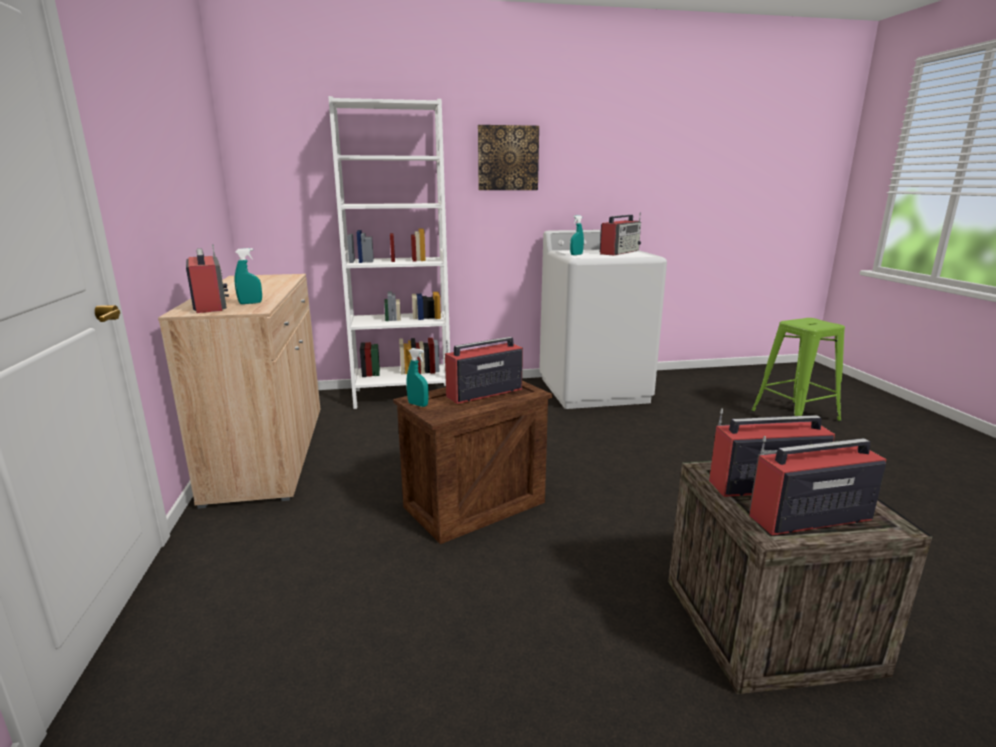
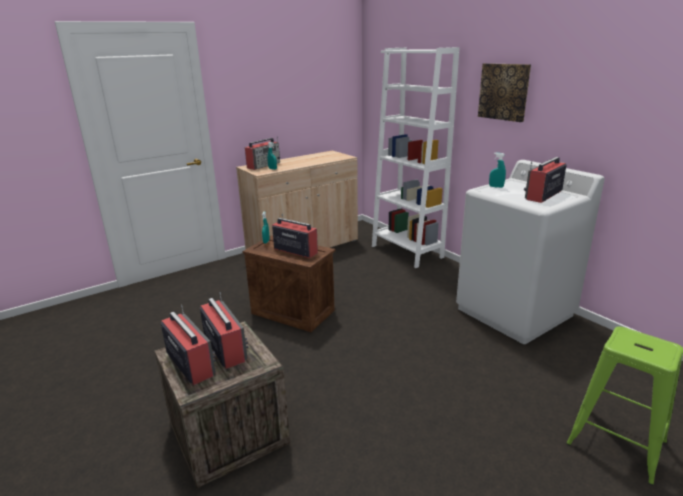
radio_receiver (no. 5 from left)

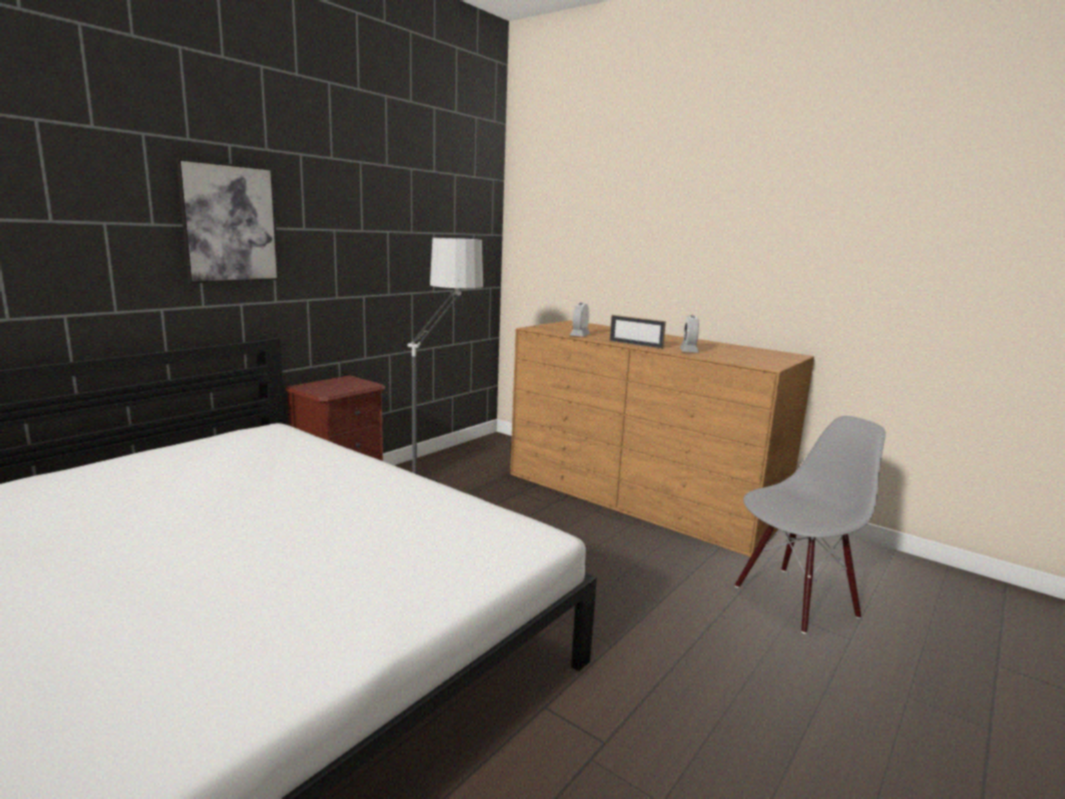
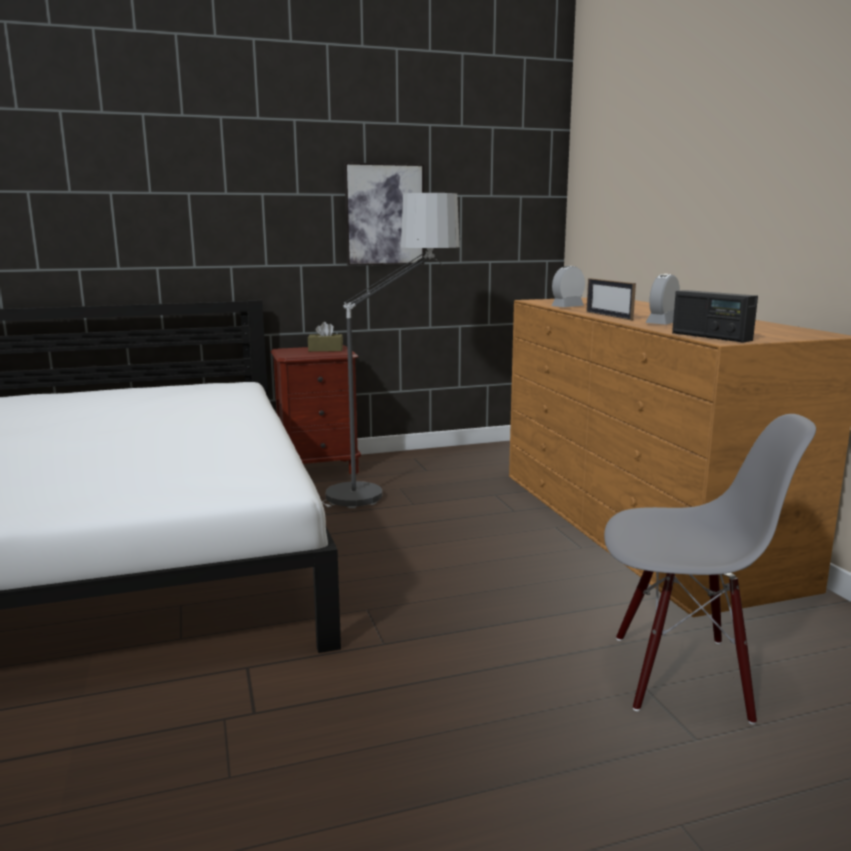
wall_picture; radio_receiver; brownish_tissue_holder

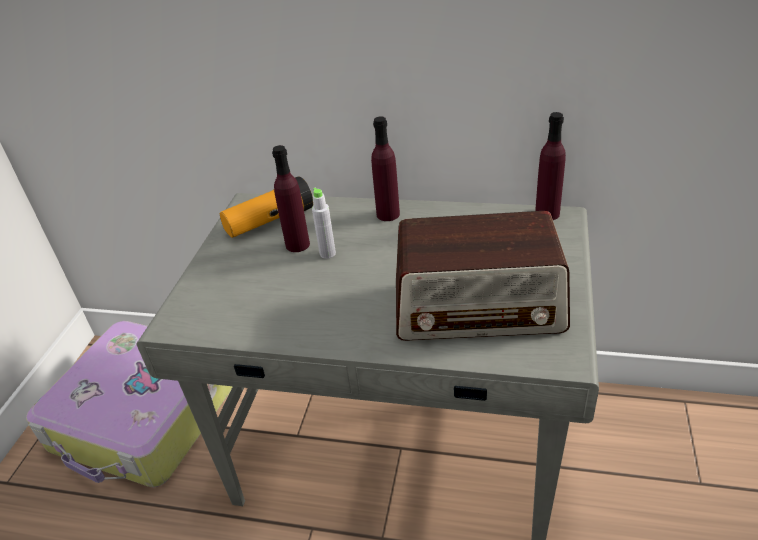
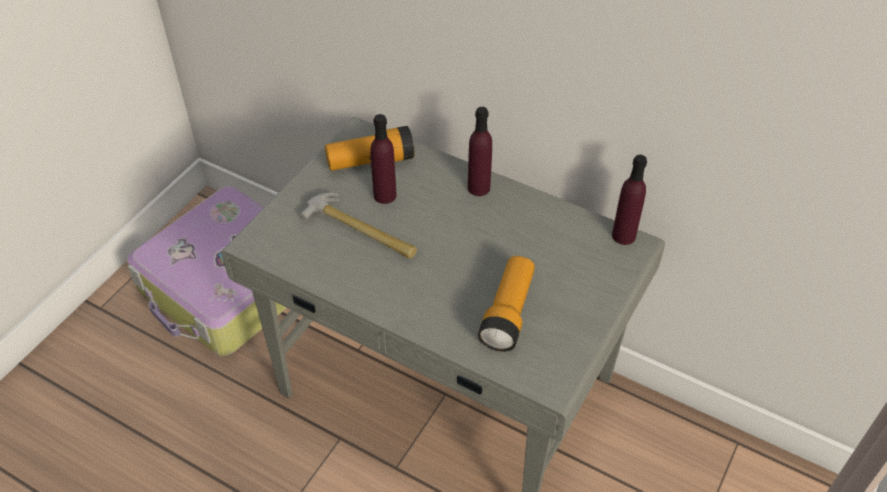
gray_bottle; flashlight (no. 2 from left); hand_hammer

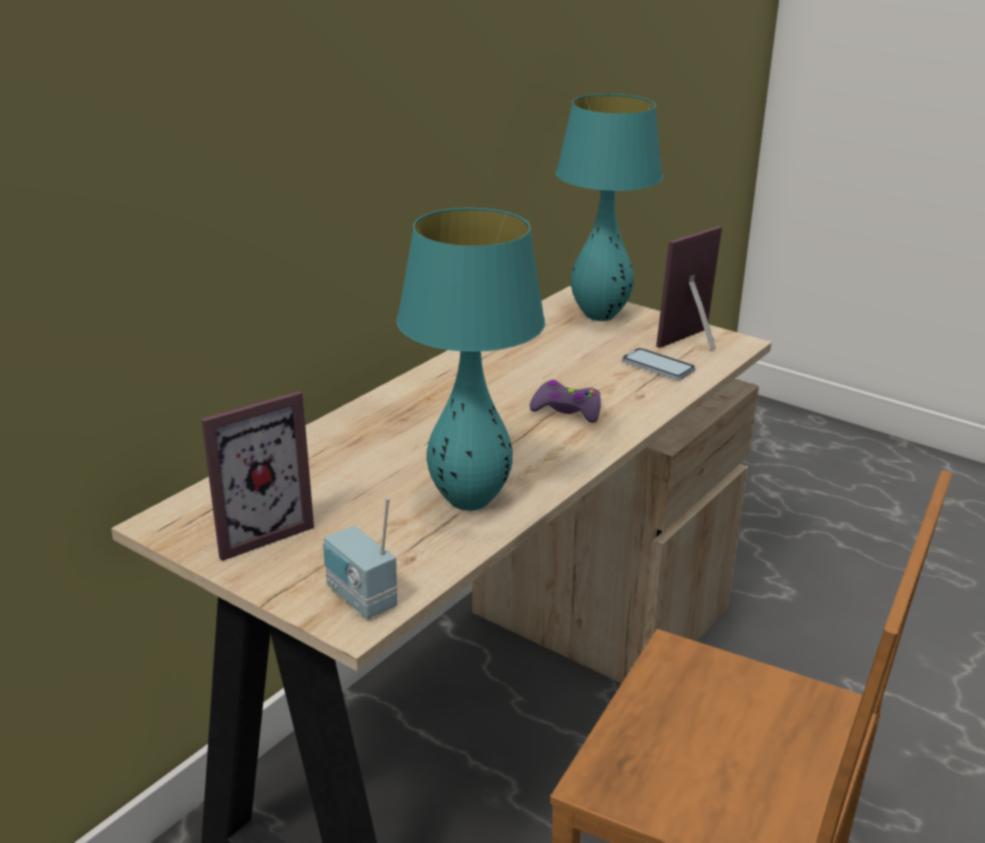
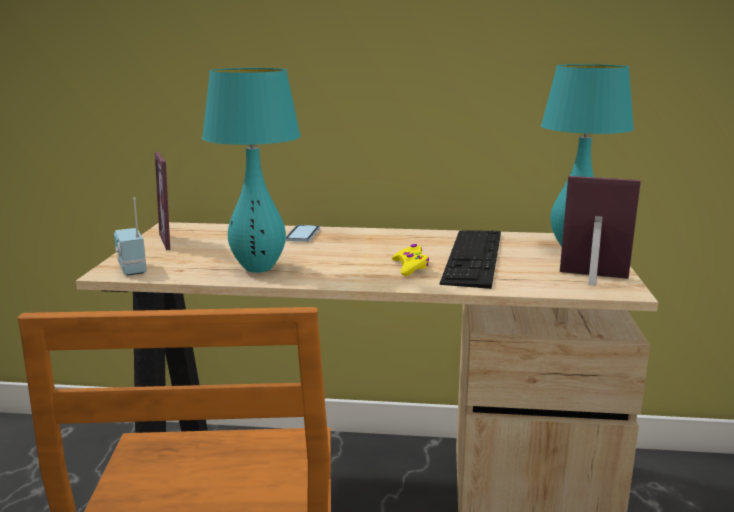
telephone; yellowish_game_controller; picture_frame (no. 1 from left); radio_receiver; PC_keyboard

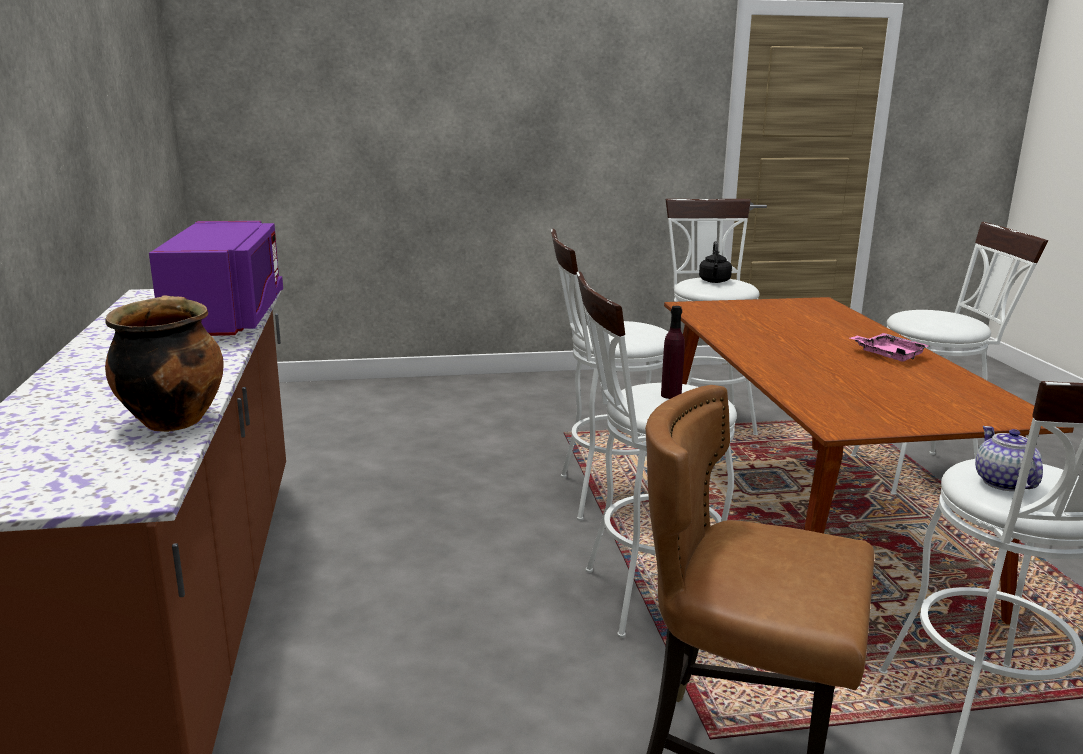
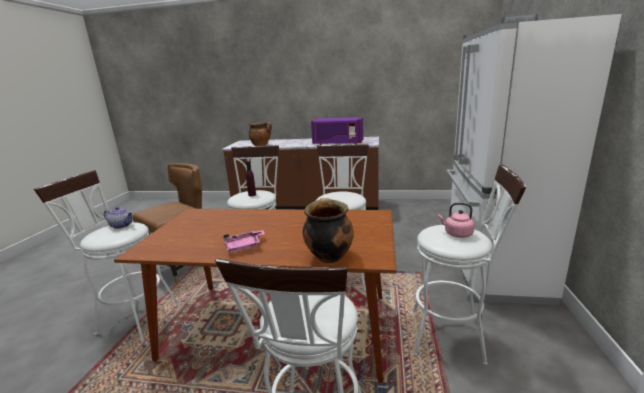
pink_tea_kettle; white_fridge; cooking_pot (no. 2 from left)

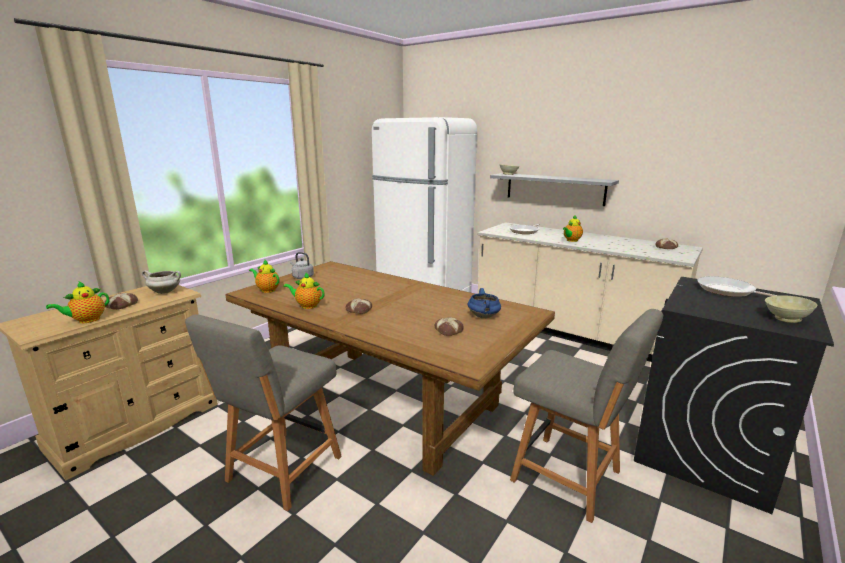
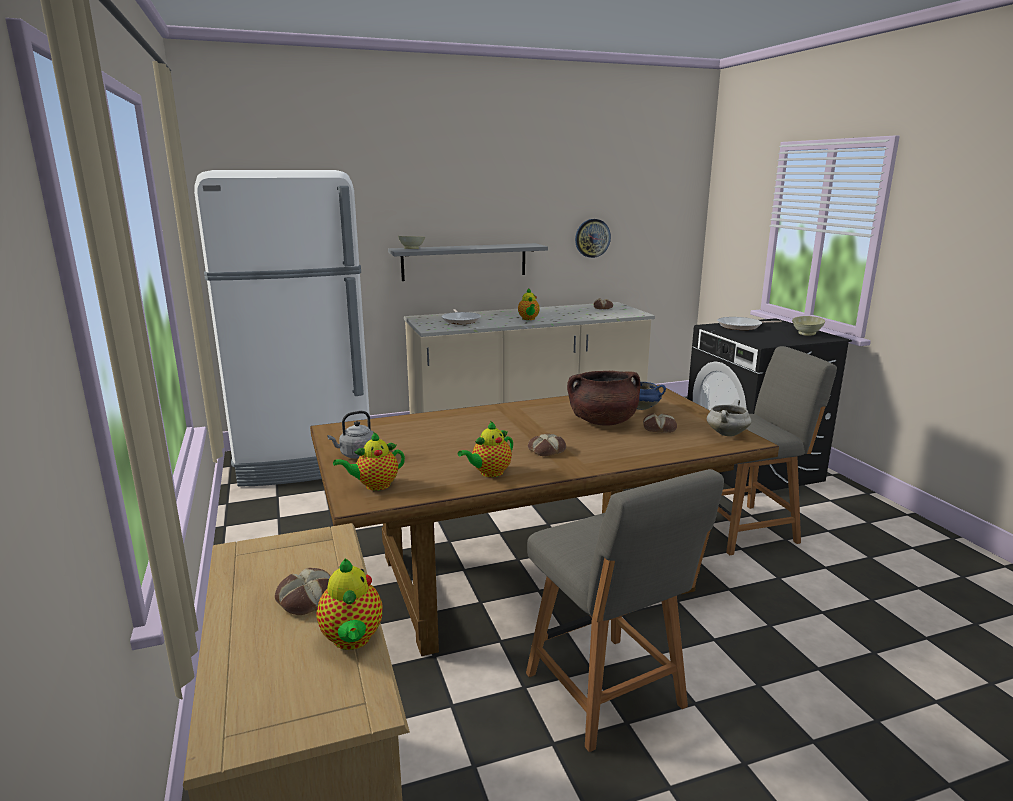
white_cooking_pot; hanging_clock; brownish_cooking_pot

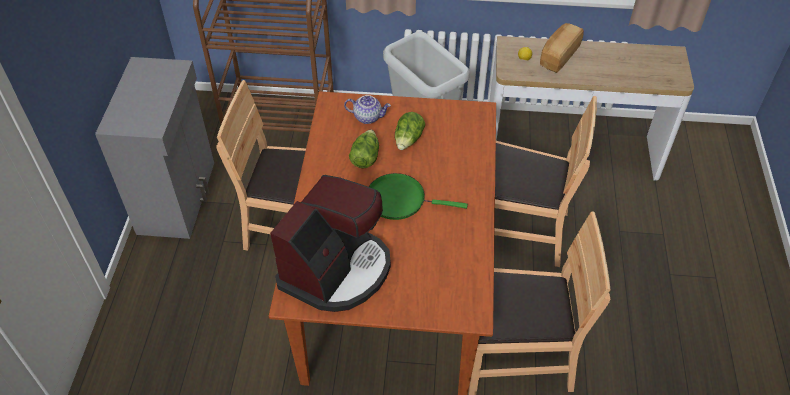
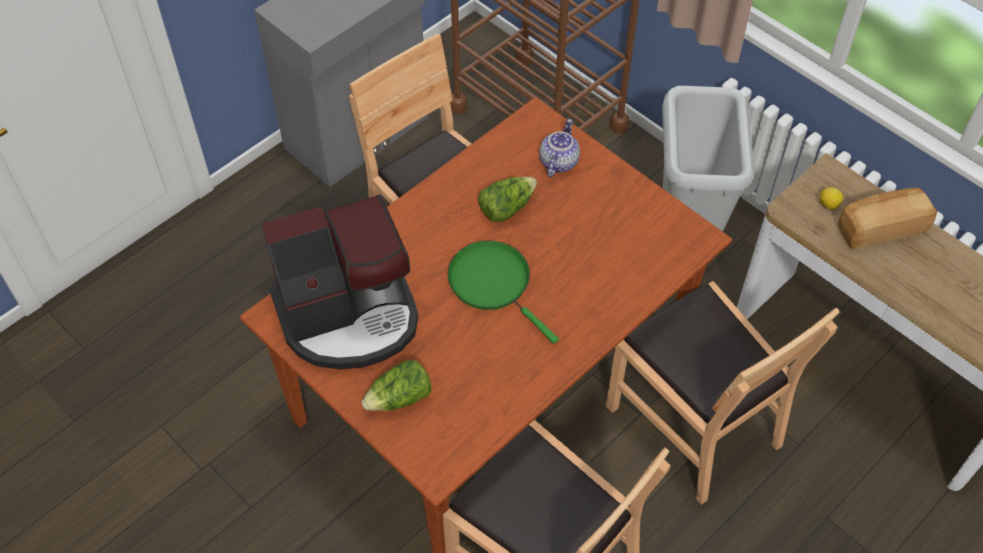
pot_for_tea; lettuce (no. 1 from left)

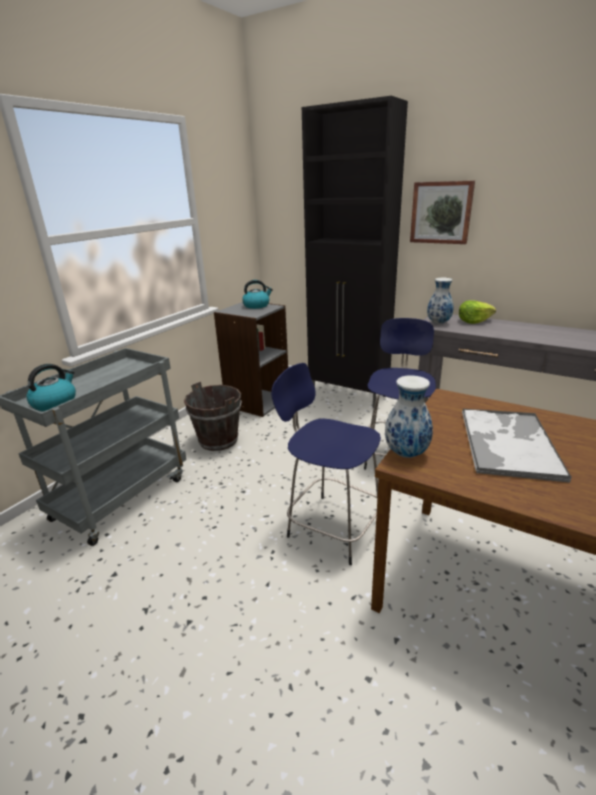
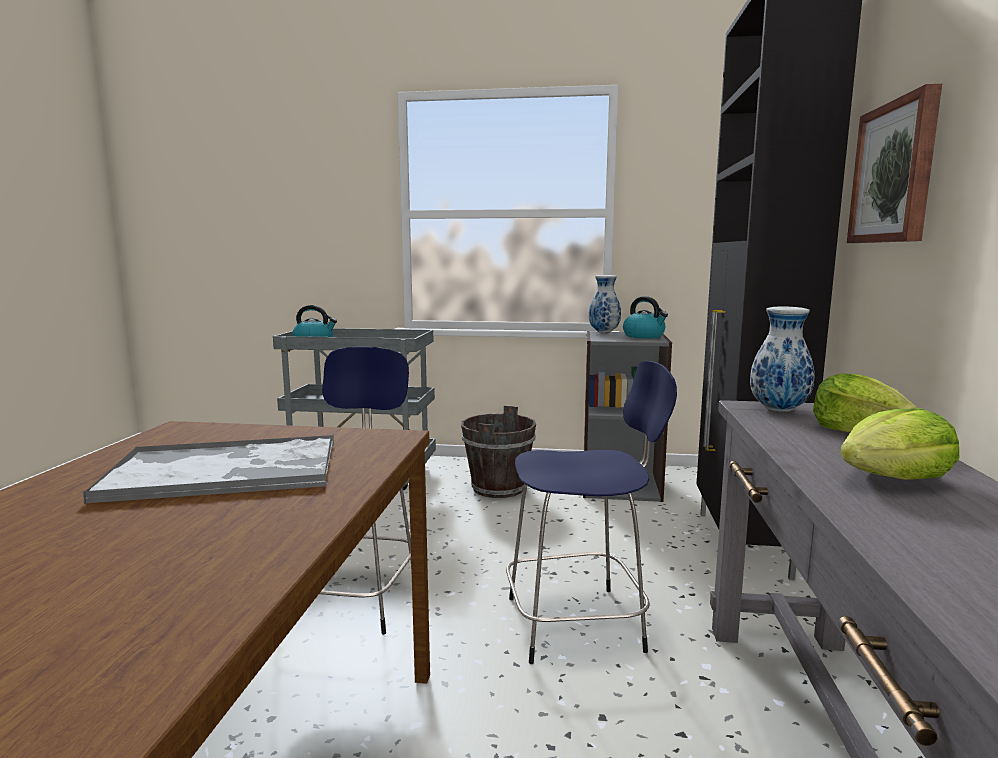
decorative_vase (no. 1 from left); lettuce (no. 2 from left)

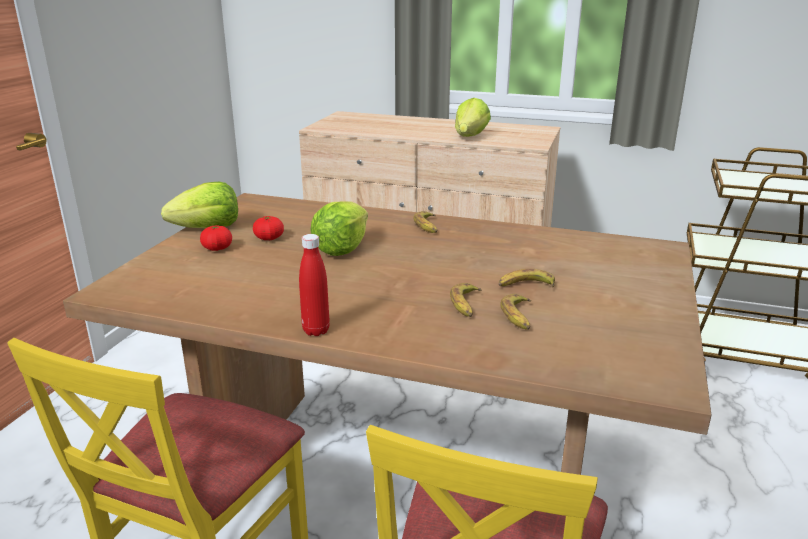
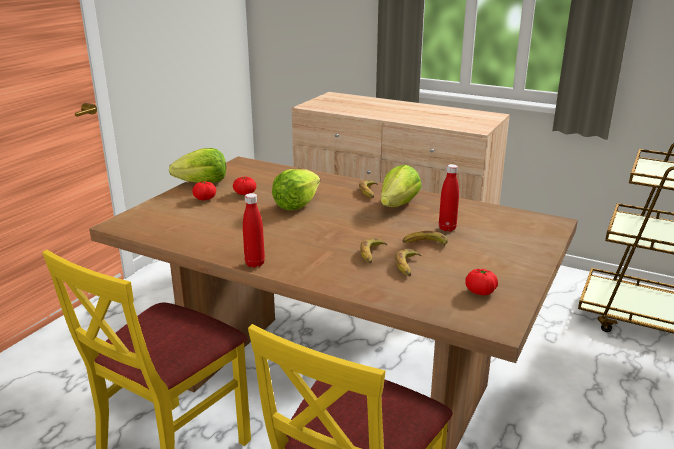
lettuce (no. 3 from left); red_bottle (no. 2 from left); whole_tomato (no. 3 from left)

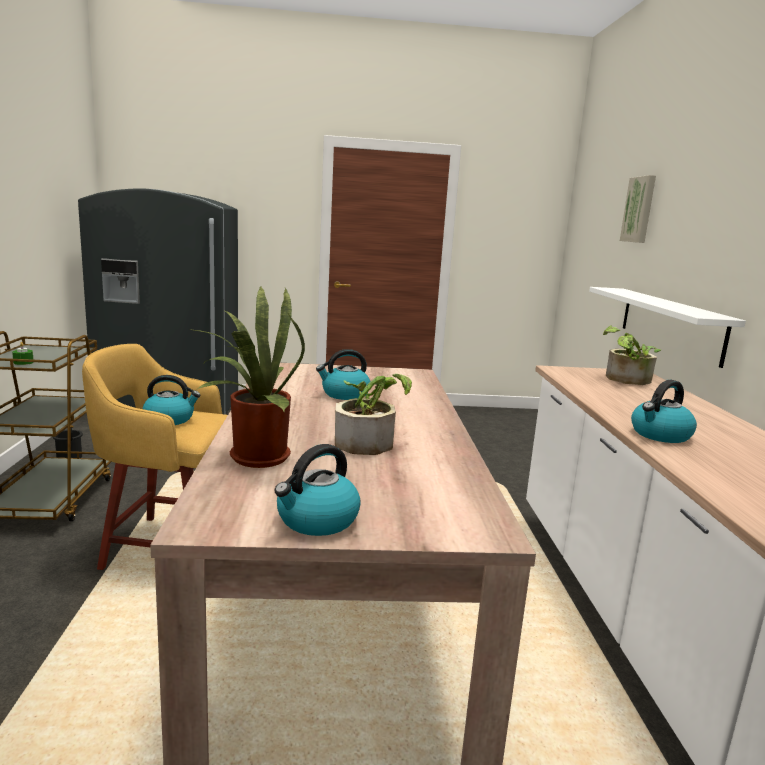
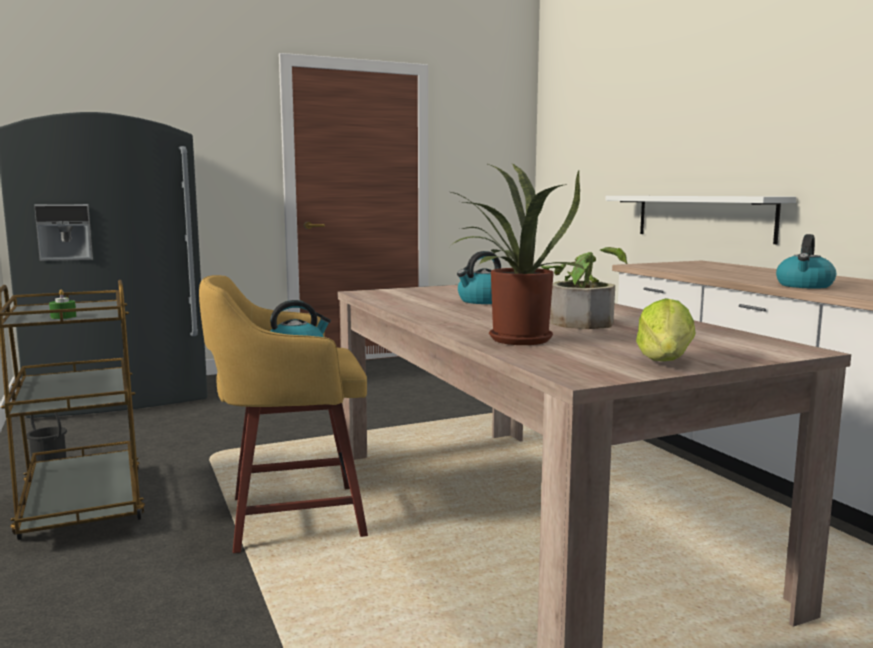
wall_picture; plant_in_a_pot (no. 3 from left in the first image); lettuce

